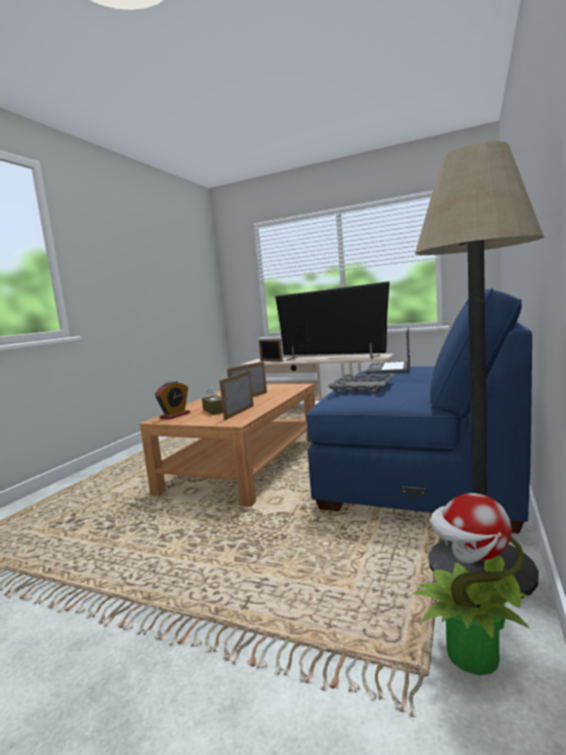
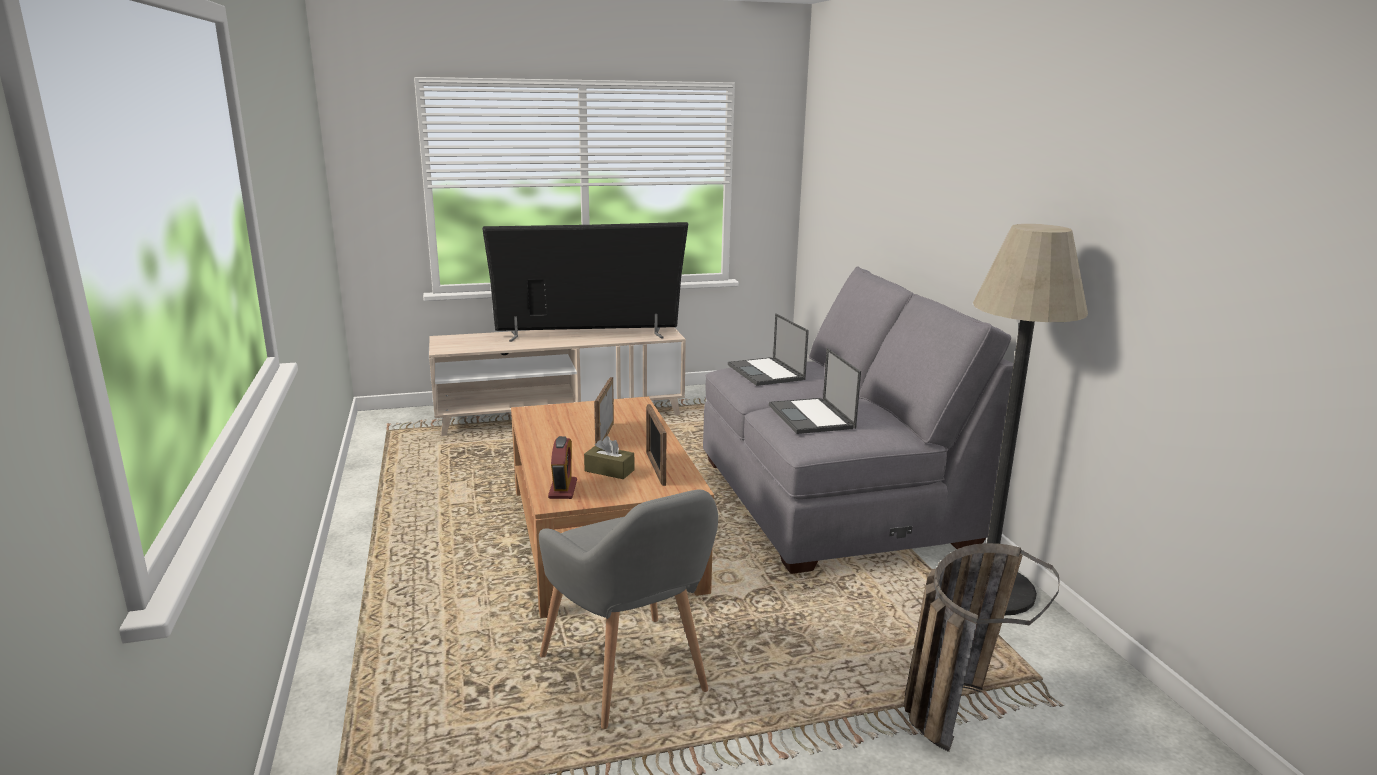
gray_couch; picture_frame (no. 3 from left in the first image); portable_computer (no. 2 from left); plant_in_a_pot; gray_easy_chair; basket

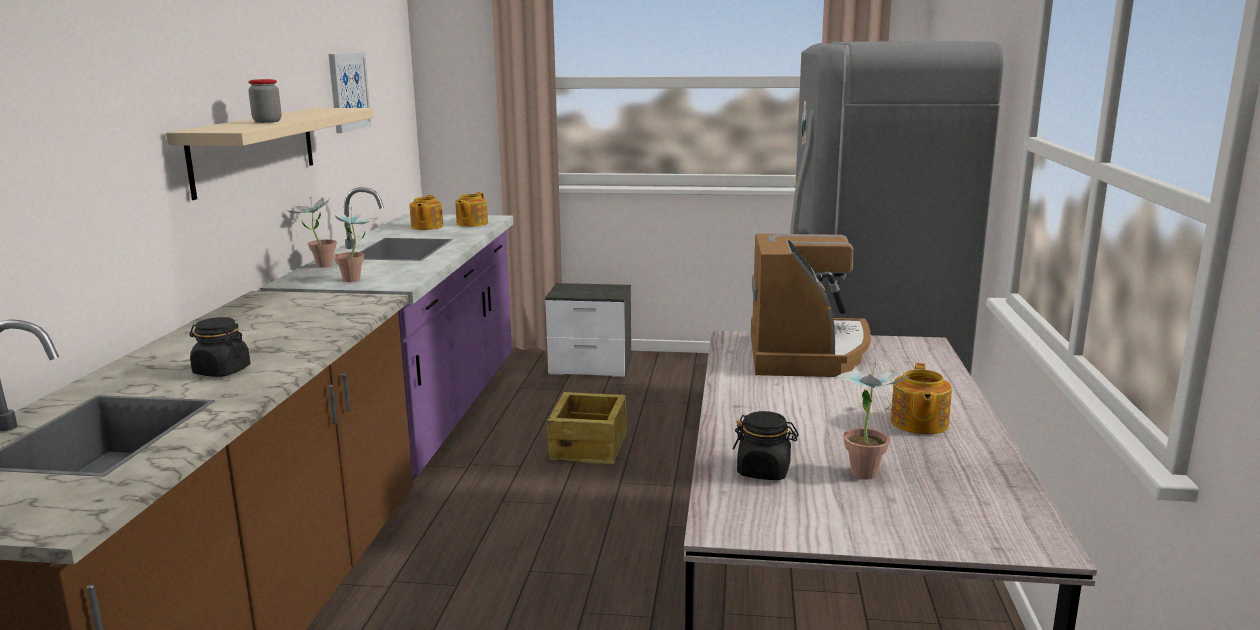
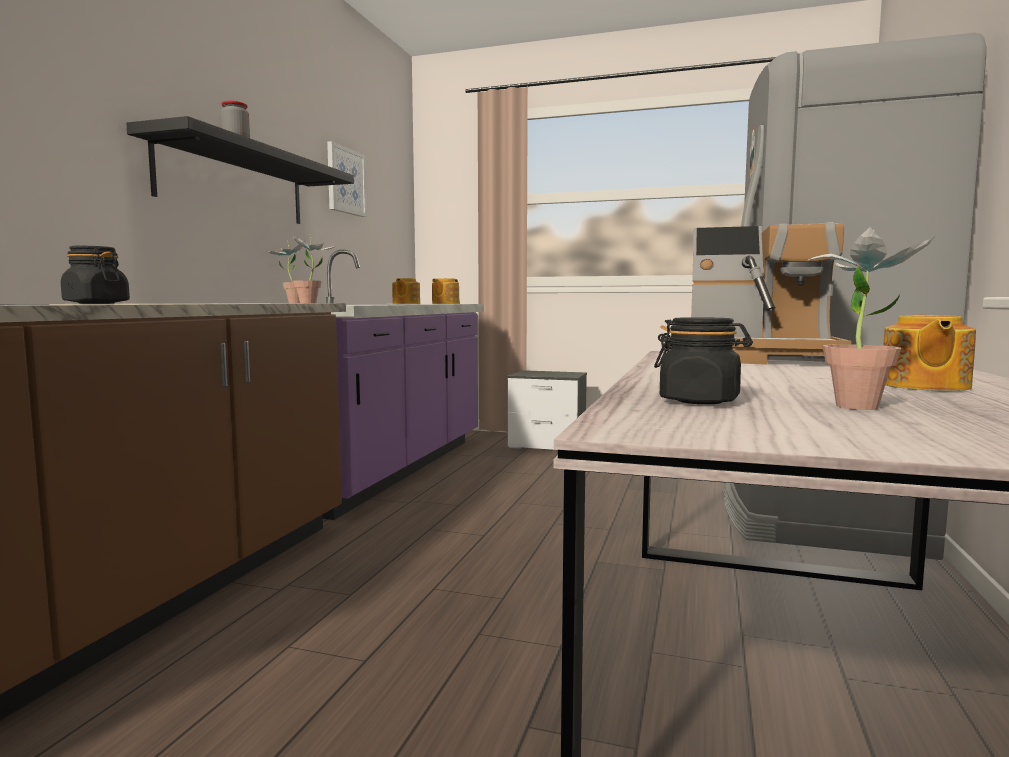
blackish_wall_shelf; coffee_machine; shipping_crate

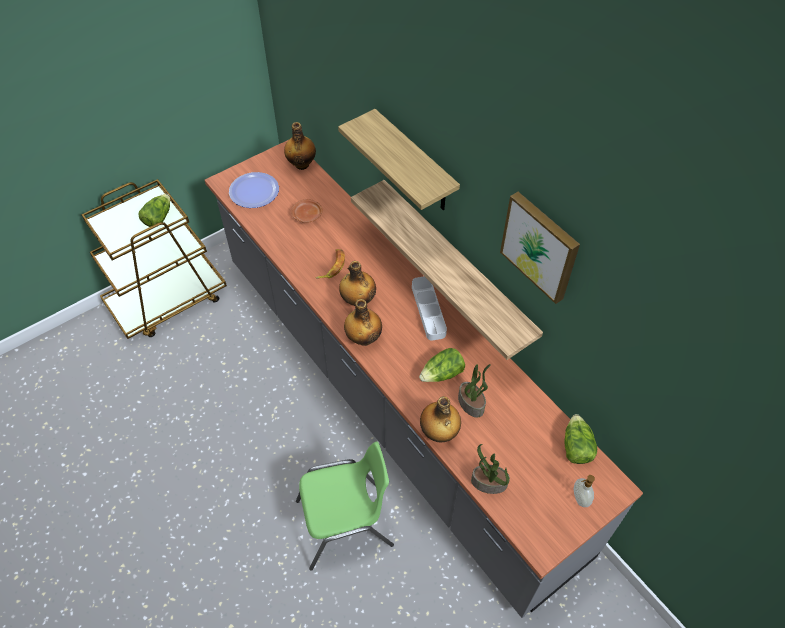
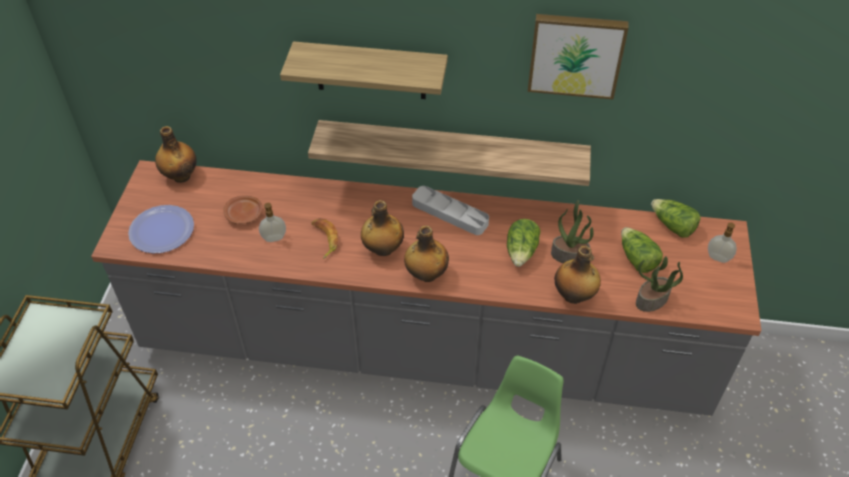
lettuce (no. 2 from left); soap_bottle (no. 1 from left)

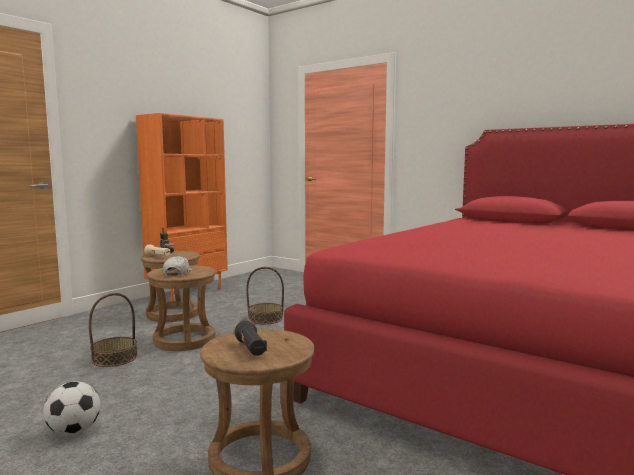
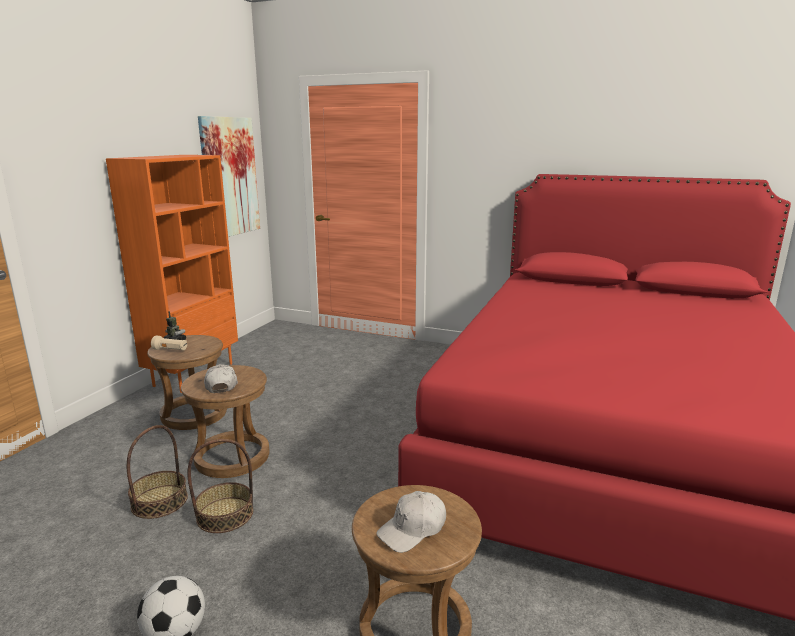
basket (no. 2 from left); white_baseball_cap (no. 2 from left); wall_picture

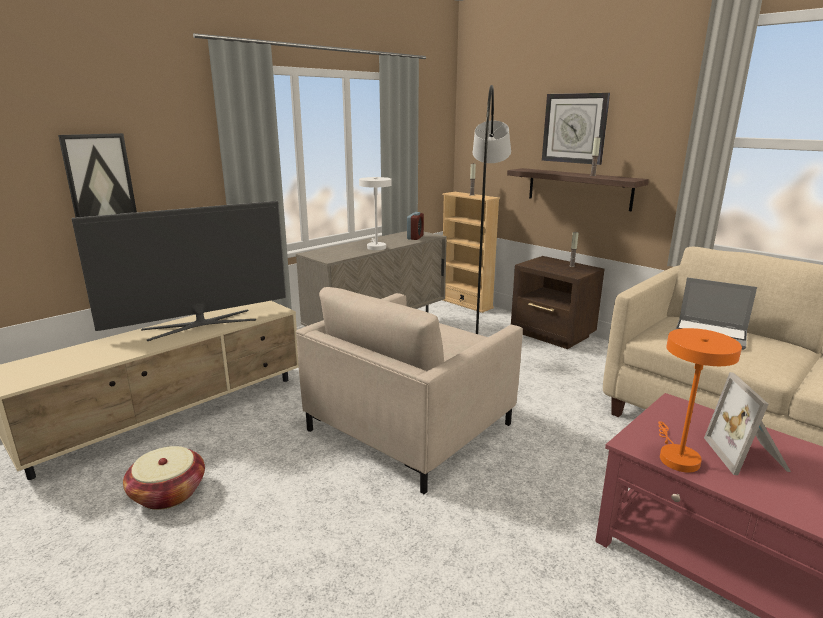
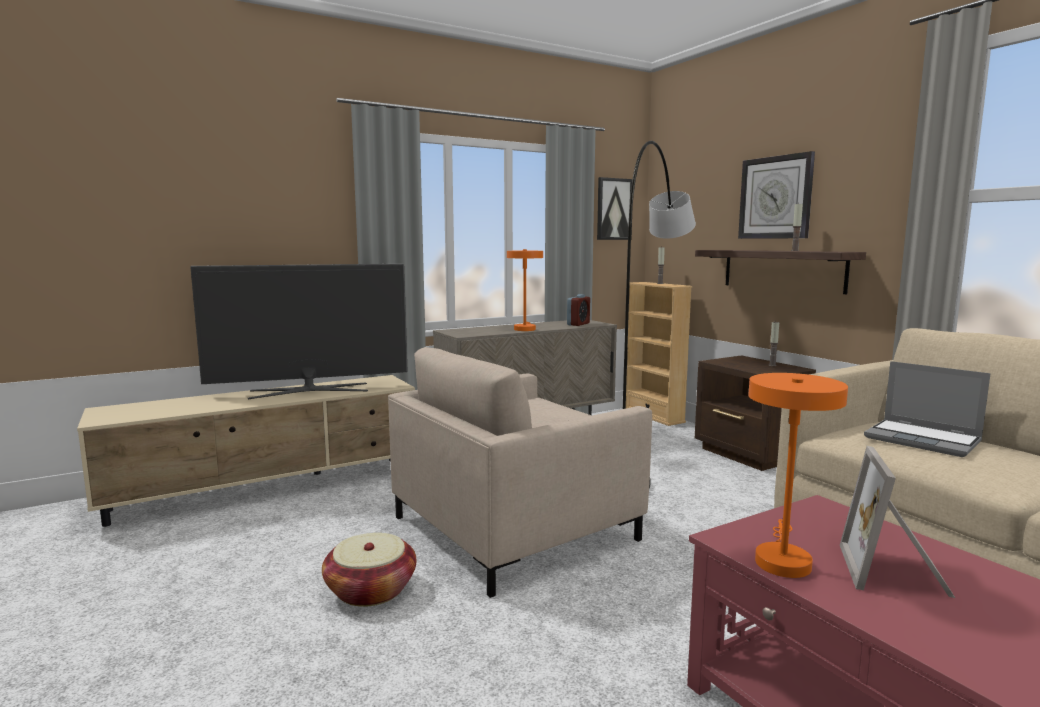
wall_picture; orange-coloured_tabletop_lamp (no. 1 from left); basket

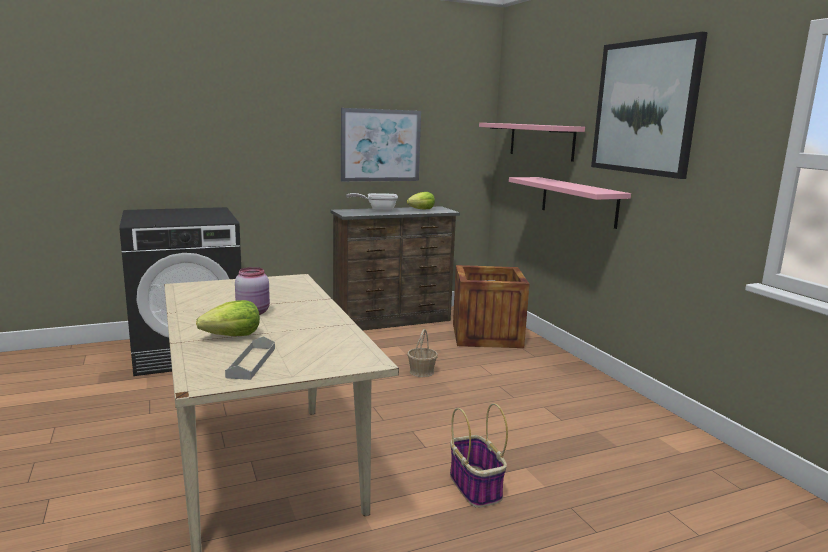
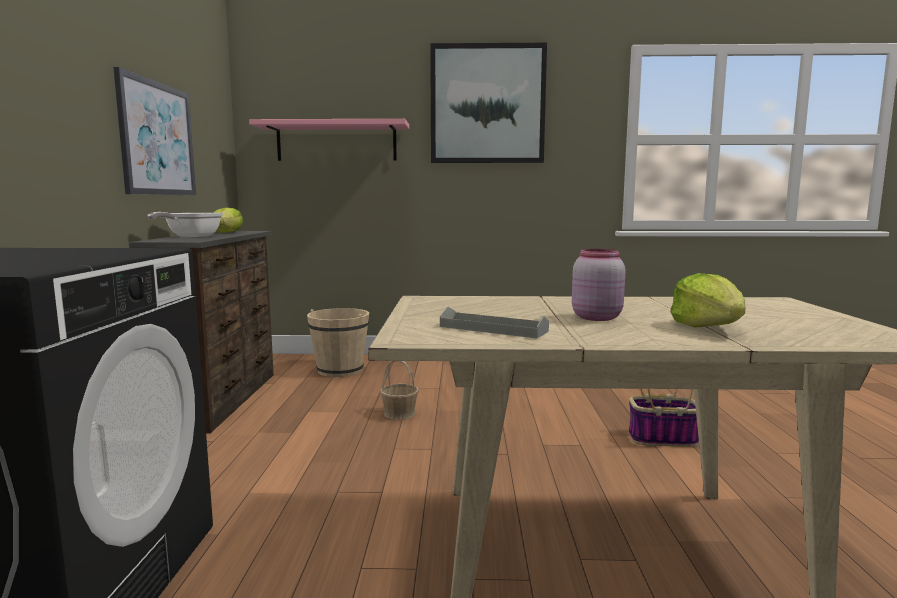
pink_wall_shelf (no. 2 from left in the first image); sand-coloured_pail; gray_serving_tray

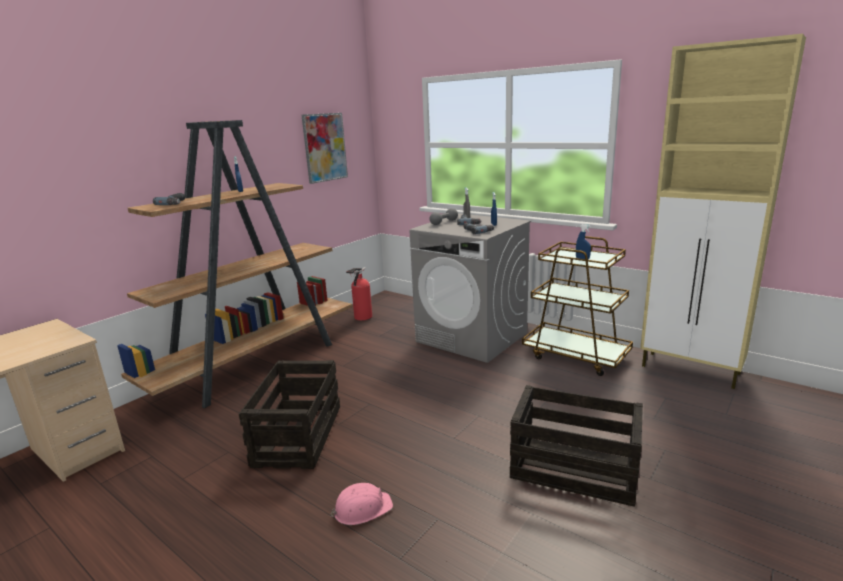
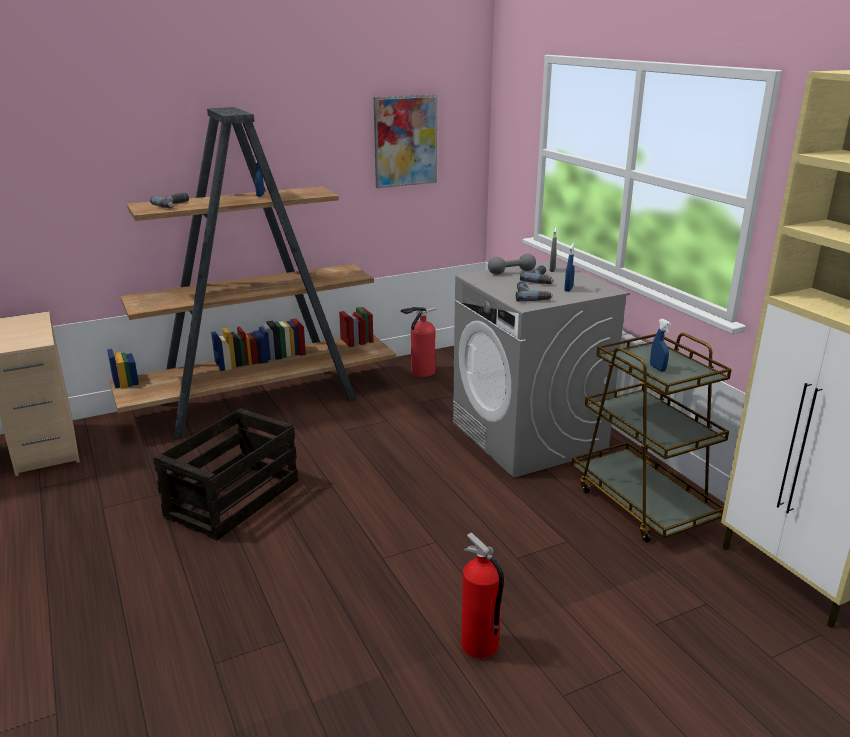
extinguisher (no. 2 from left); pink_safety_helmet

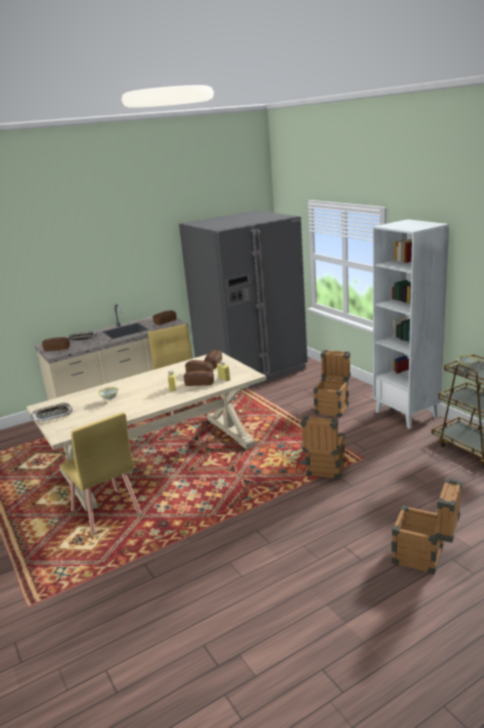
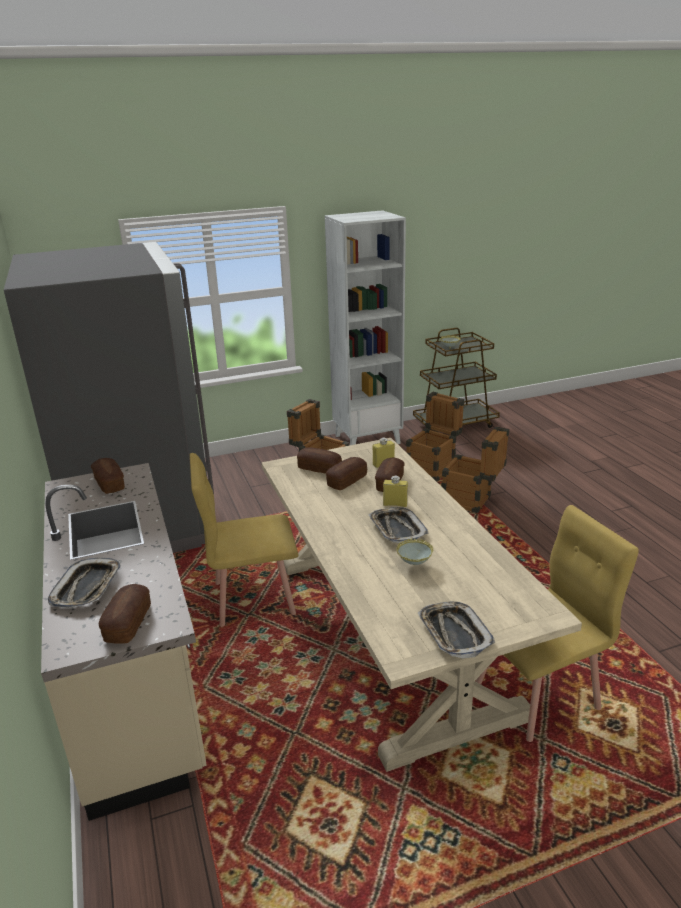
shipping_crate (no. 2 from left); serving_tray (no. 2 from left)

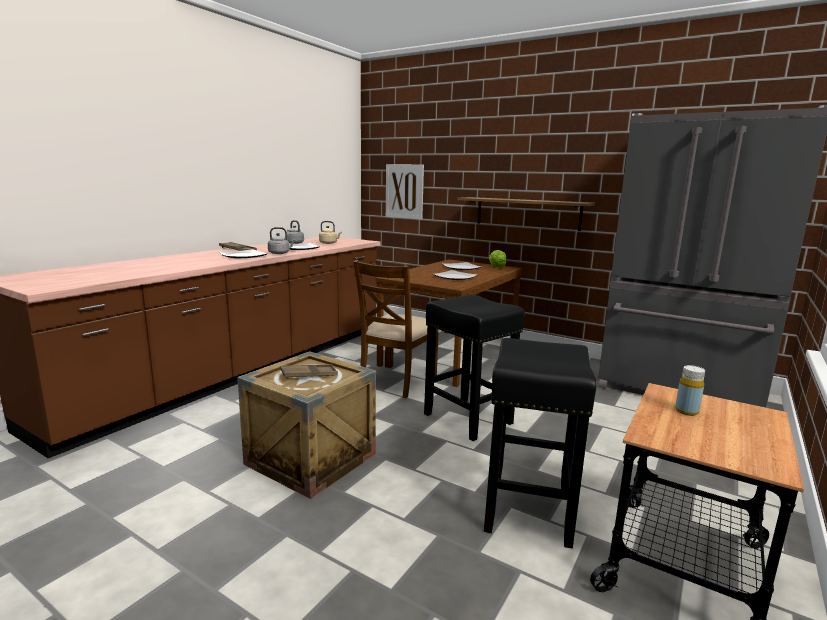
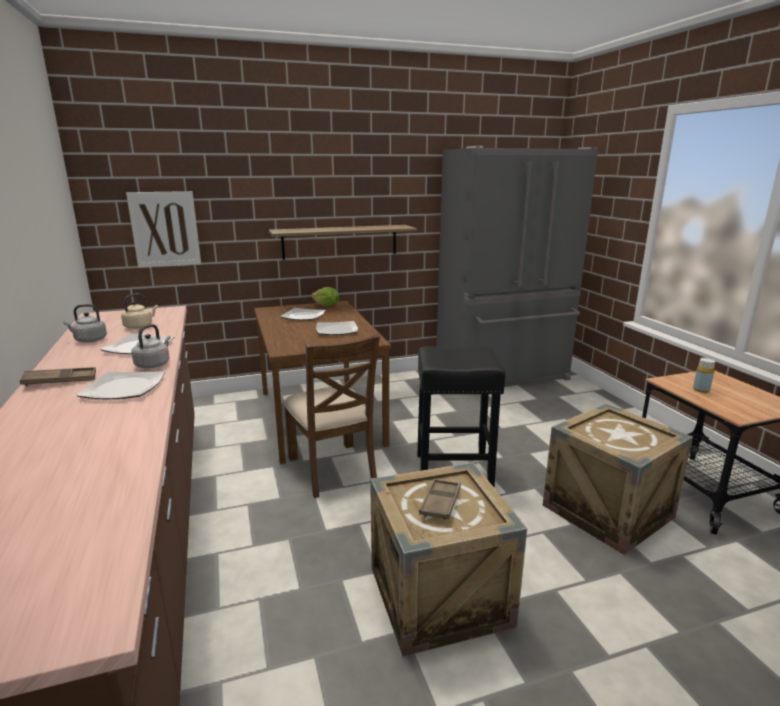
shipping_crate (no. 2 from left)

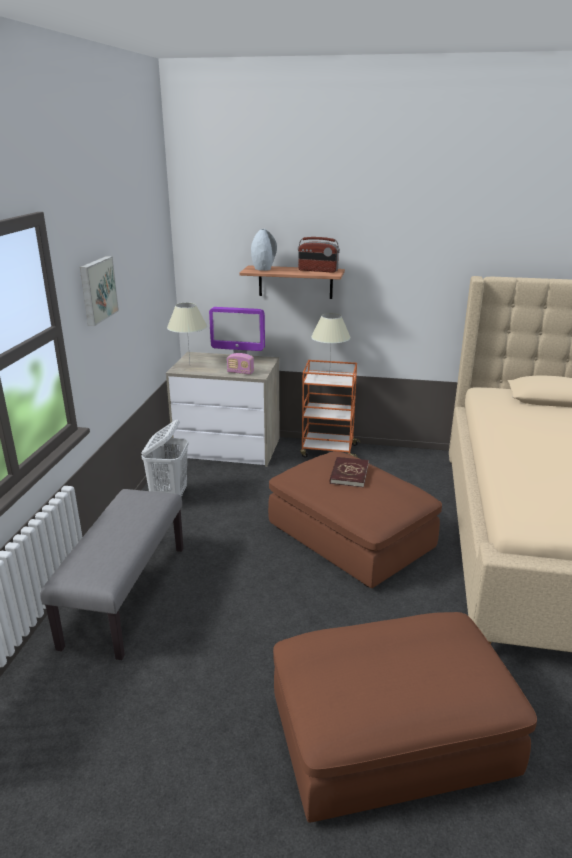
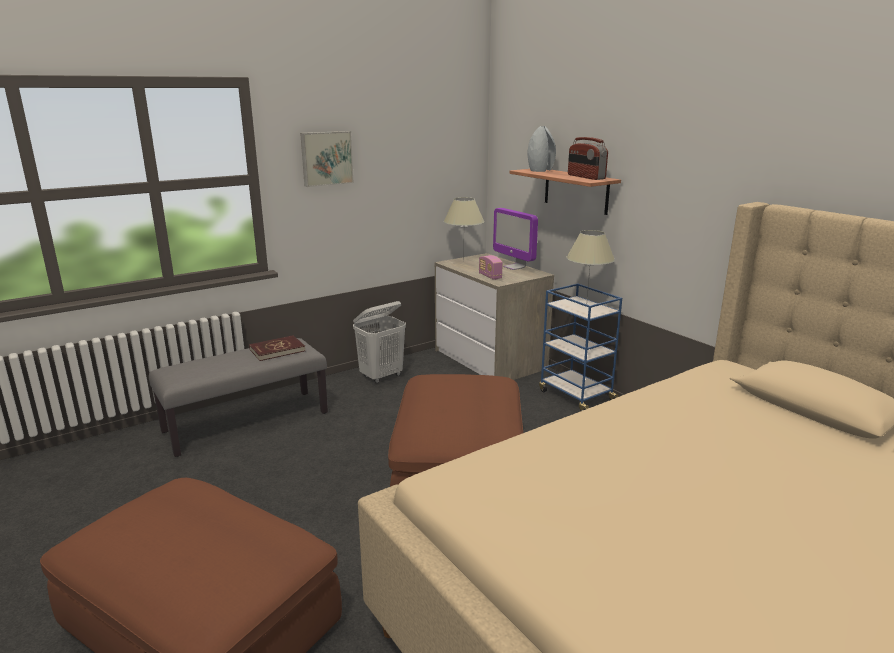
bluish_trolley; red_volume

